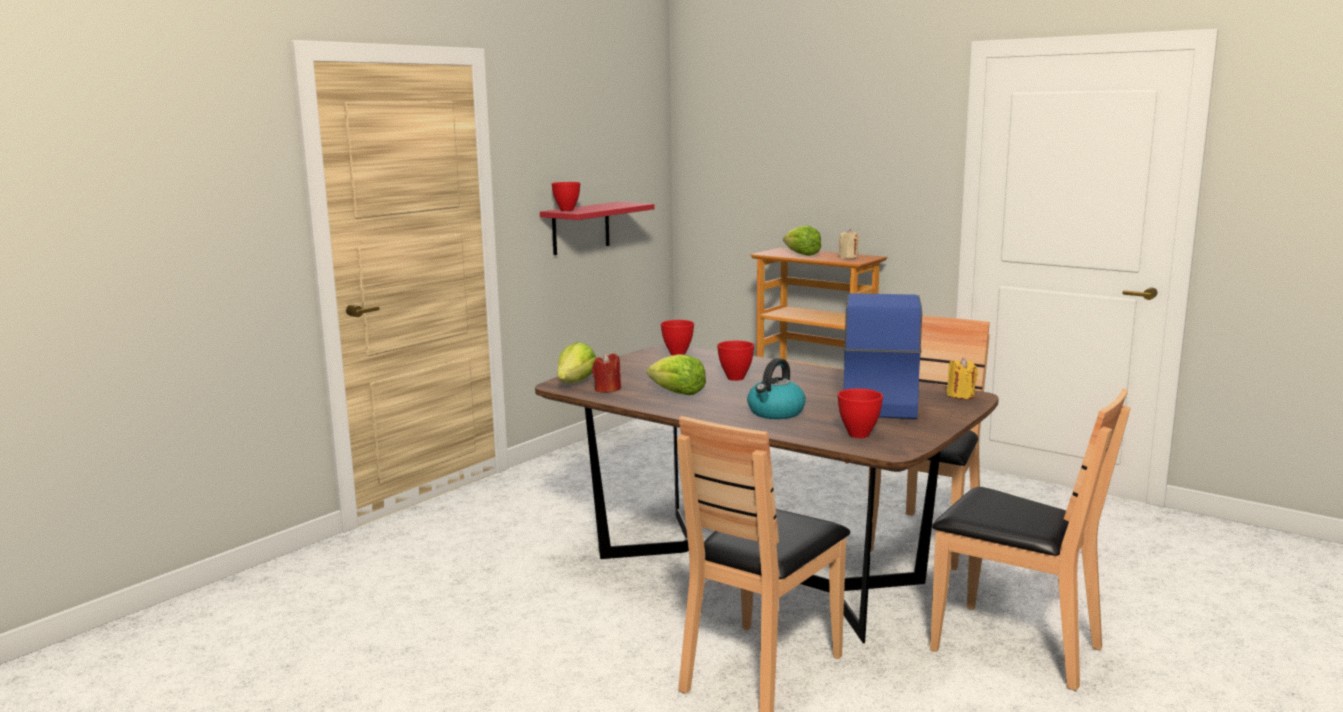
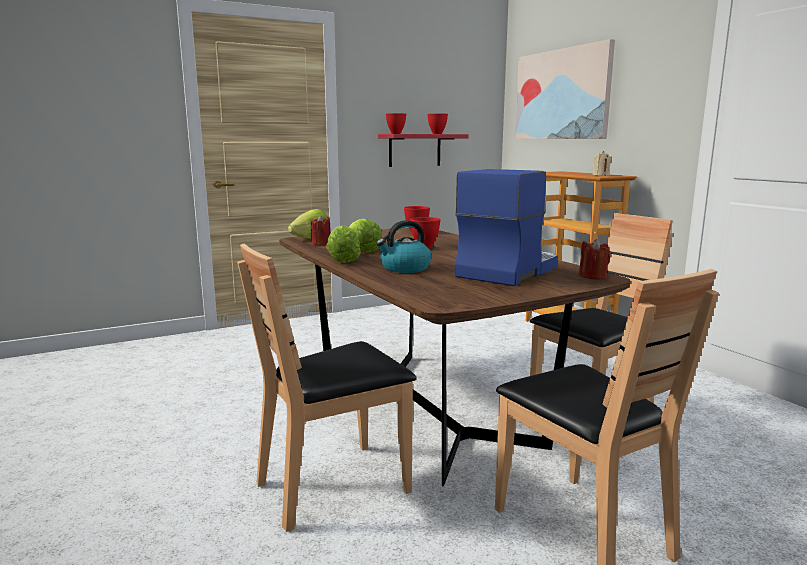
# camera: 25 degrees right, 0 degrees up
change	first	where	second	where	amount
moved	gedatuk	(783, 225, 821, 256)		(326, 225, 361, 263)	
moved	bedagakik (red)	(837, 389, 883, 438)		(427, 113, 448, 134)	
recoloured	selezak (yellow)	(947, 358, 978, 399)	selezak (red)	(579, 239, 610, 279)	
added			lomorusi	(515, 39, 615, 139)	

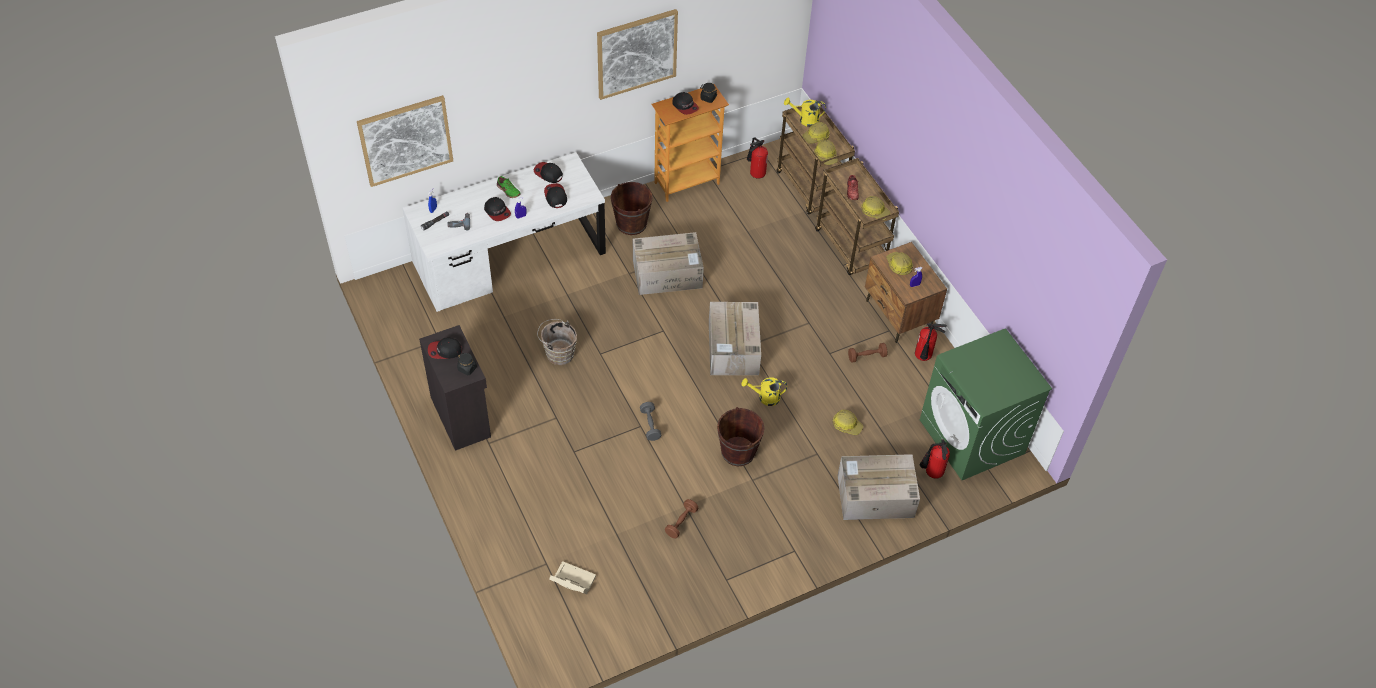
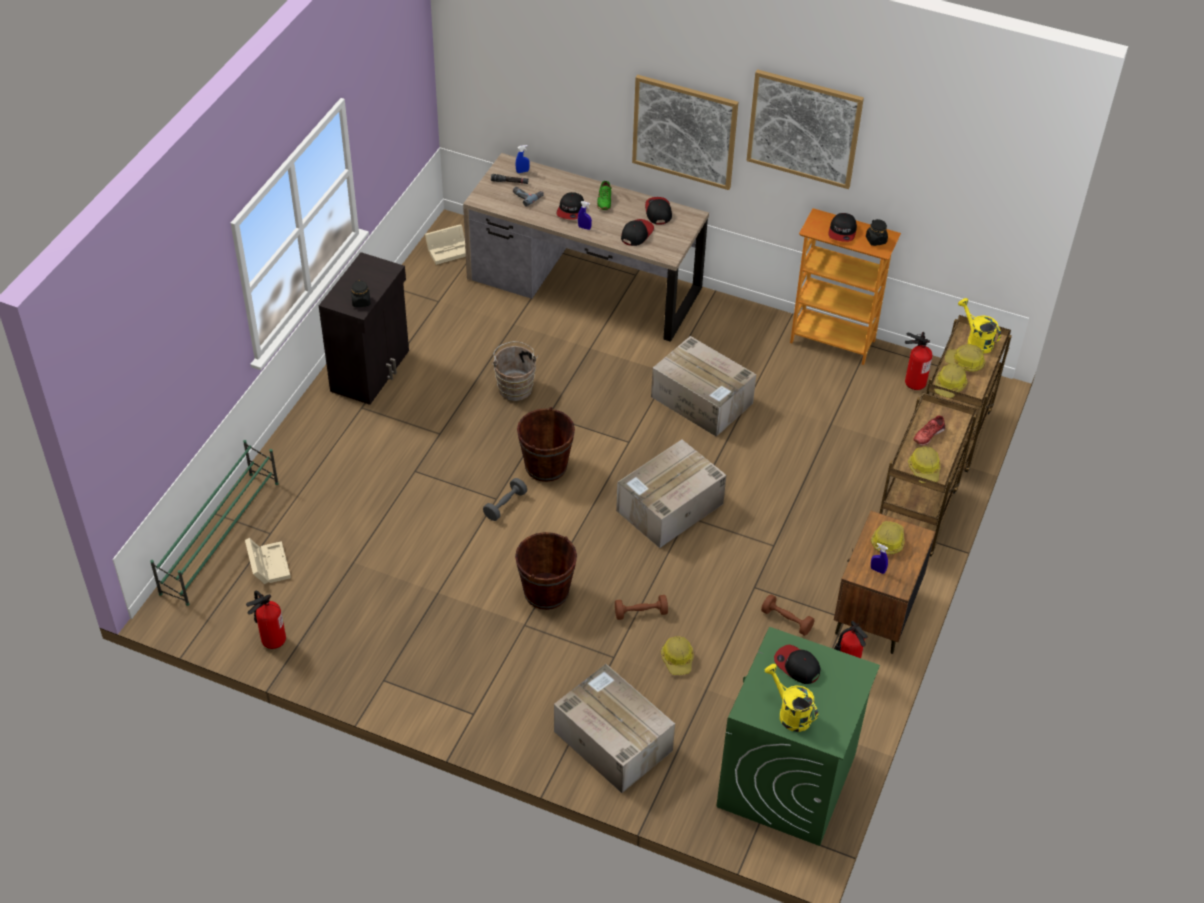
# camera: 50 degrees right, 5 degrees down
change	first	where	second	where	amount
moved	lomorusi	(357, 95, 453, 187)		(632, 75, 738, 190)	
recoloured	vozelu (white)	(402, 152, 606, 312)	vozelu (brown)	(463, 153, 709, 342)	
moved	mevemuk	(428, 337, 462, 359)		(774, 645, 820, 684)	
moved	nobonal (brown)	(611, 182, 653, 235)		(517, 407, 575, 482)	
moved	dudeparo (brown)	(665, 499, 698, 538)		(615, 595, 668, 620)	
moved	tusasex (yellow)	(741, 377, 787, 406)		(764, 664, 818, 732)	
moved	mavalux	(920, 439, 950, 479)		(246, 591, 286, 649)	
added			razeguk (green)	(150, 440, 279, 606)	
added			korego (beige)	(425, 224, 466, 265)	

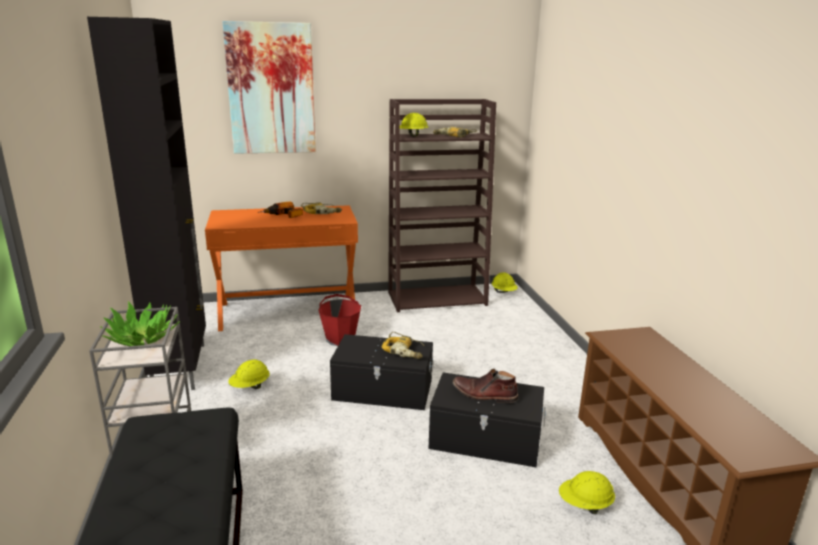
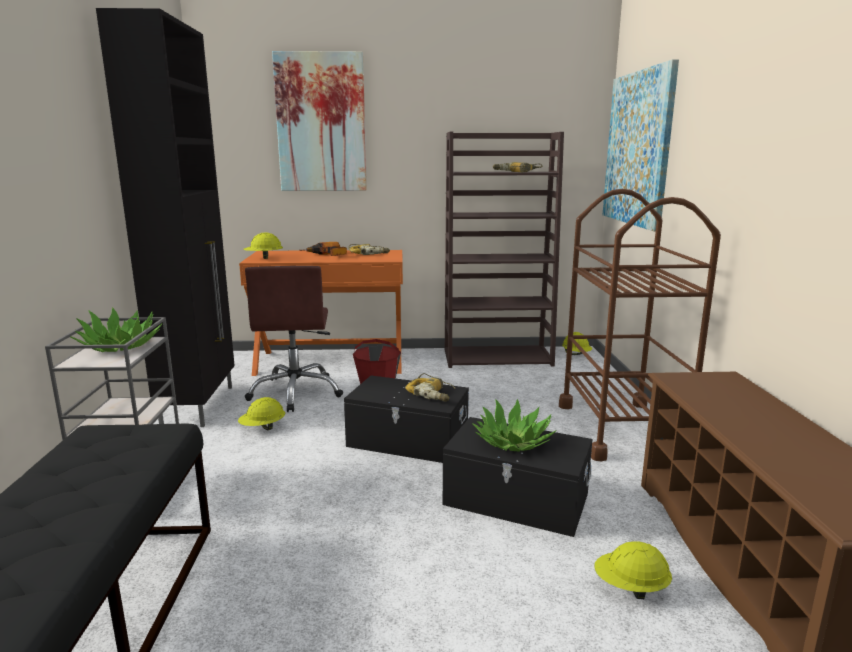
# camera: 10 degrees right, 5 degrees down
change	first	where	second	where	amount
moved	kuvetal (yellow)	(400, 113, 428, 137)		(243, 233, 283, 259)	
replaced	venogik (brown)	(453, 369, 518, 403)	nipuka	(472, 399, 556, 452)	
added			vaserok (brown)	(245, 266, 343, 412)	
added			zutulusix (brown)	(559, 189, 721, 461)	
added			lomorusi	(603, 59, 679, 232)	

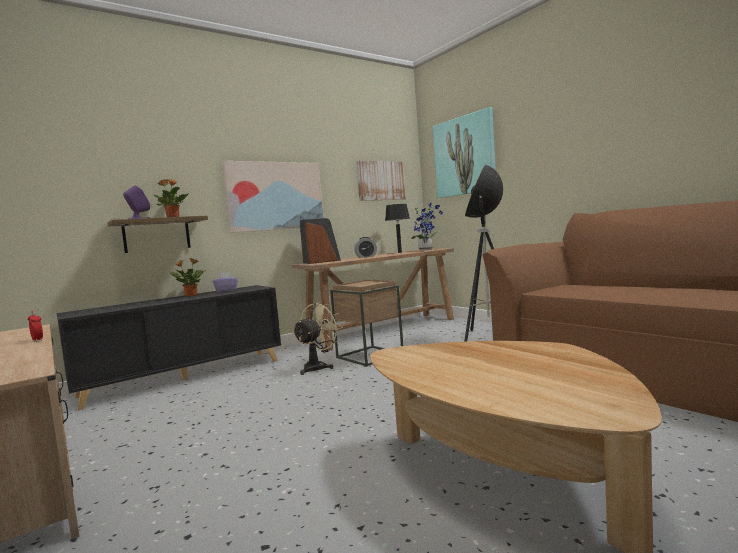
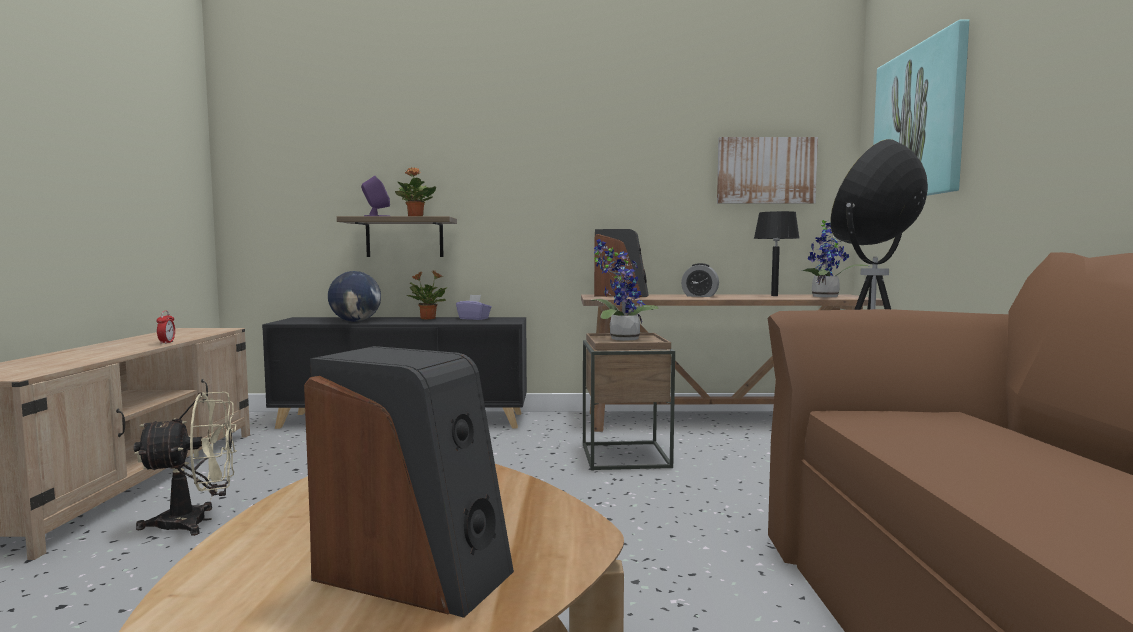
# camera: 35 degrees right, 0 degrees up
change	first	where	second	where	amount
removed	lomorusi	(222, 161, 324, 233)			
moved	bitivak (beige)	(293, 302, 343, 375)		(134, 392, 237, 536)	
added			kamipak	(304, 346, 514, 618)	
added			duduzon	(328, 271, 381, 322)	
added			nipuka	(590, 239, 659, 341)	

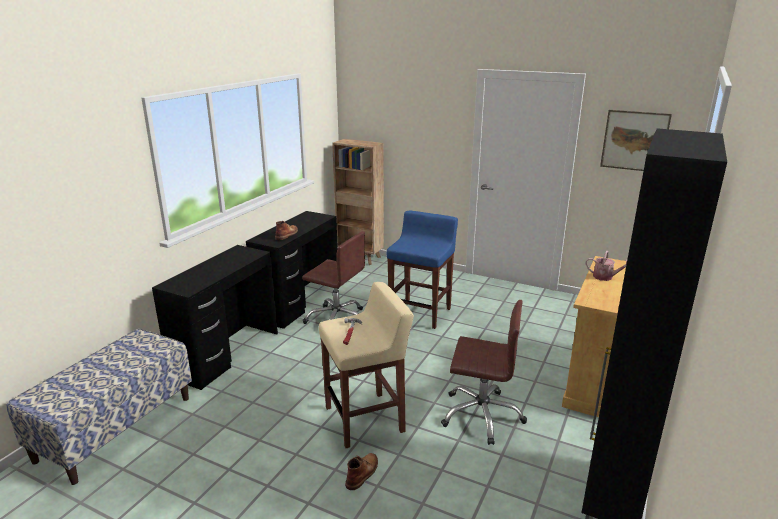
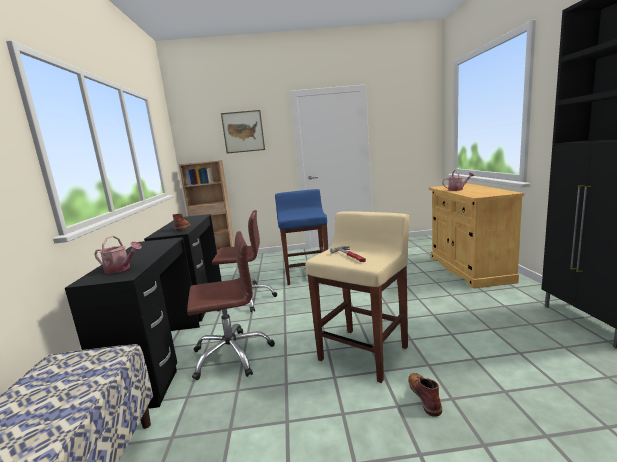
# camera: 30 degrees left, 10 degrees down
change	first	where	second	where	amount
moved	vaserok (brown)	(441, 300, 527, 445)		(187, 231, 275, 380)	
moved	lomorusi	(600, 110, 672, 171)		(221, 110, 265, 154)	
added			tusasex	(94, 236, 141, 274)	

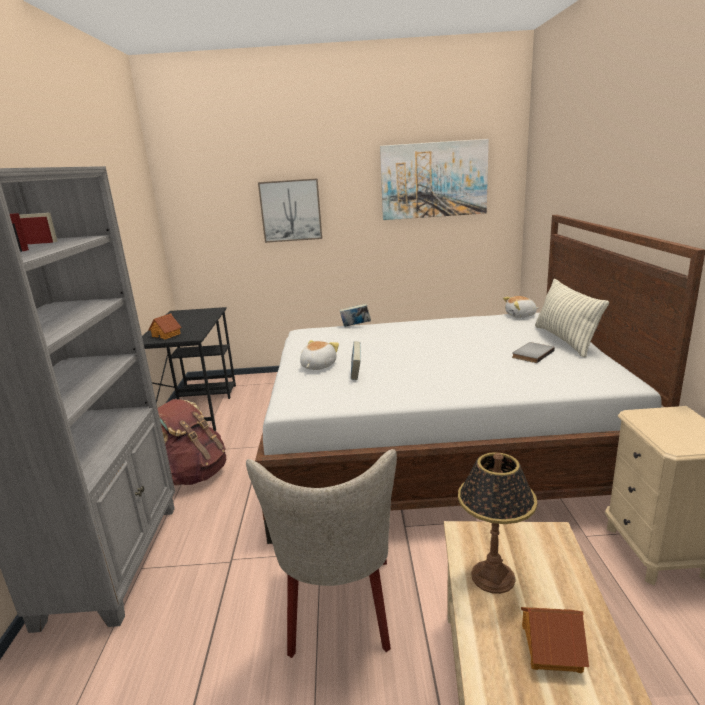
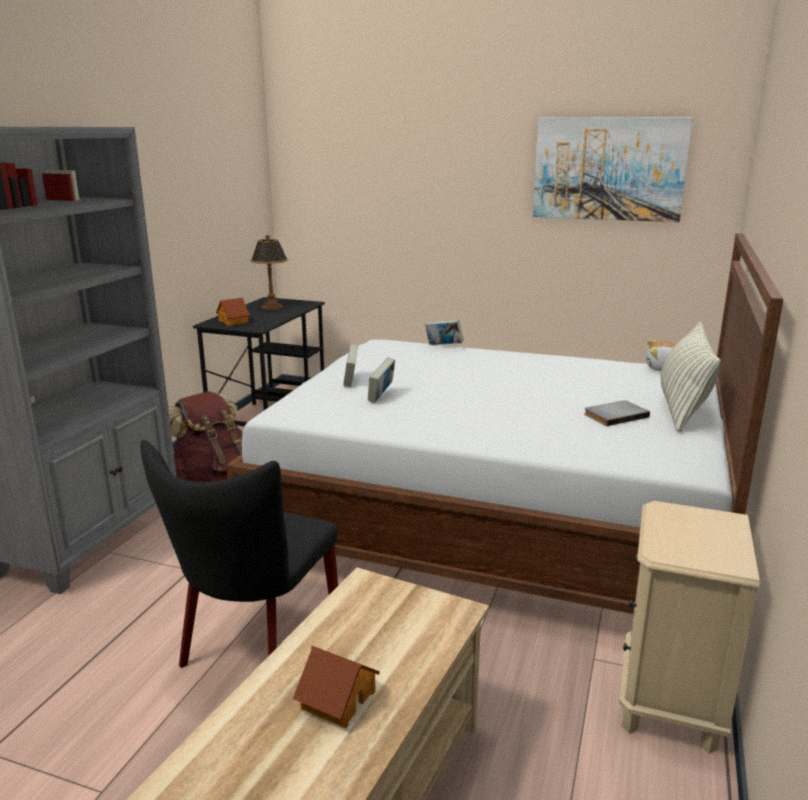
# camera: 20 degrees right, 0 degrees up
change	first	where	second	where	amount
recoloured	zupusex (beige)	(246, 449, 397, 658)	zupusex (black)	(140, 440, 338, 668)	
removed	lomorusi	(258, 178, 322, 243)			
replaced	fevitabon	(300, 340, 339, 370)	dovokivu	(343, 344, 358, 387)	
moved	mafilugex	(458, 452, 537, 594)		(251, 235, 288, 310)	

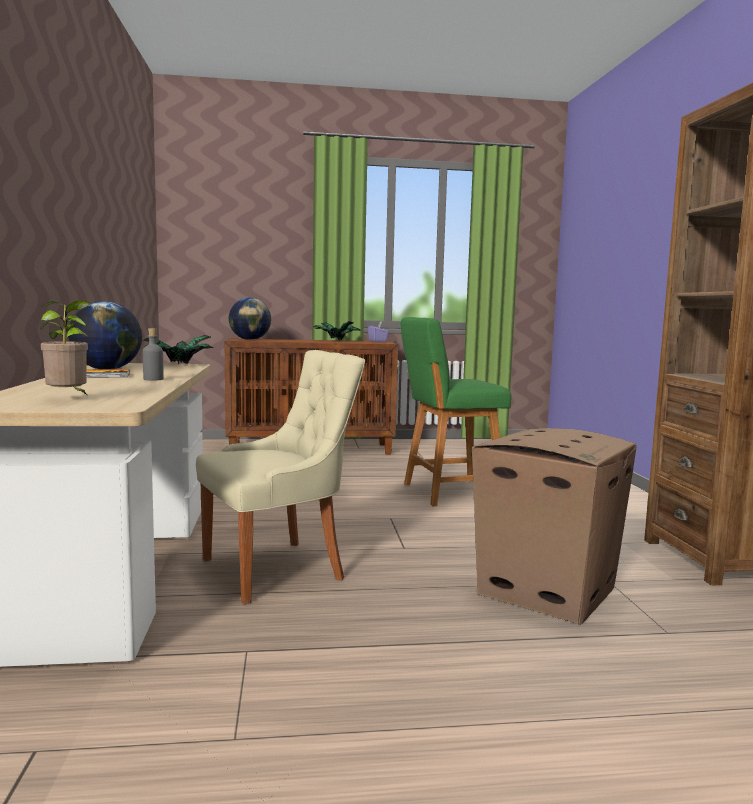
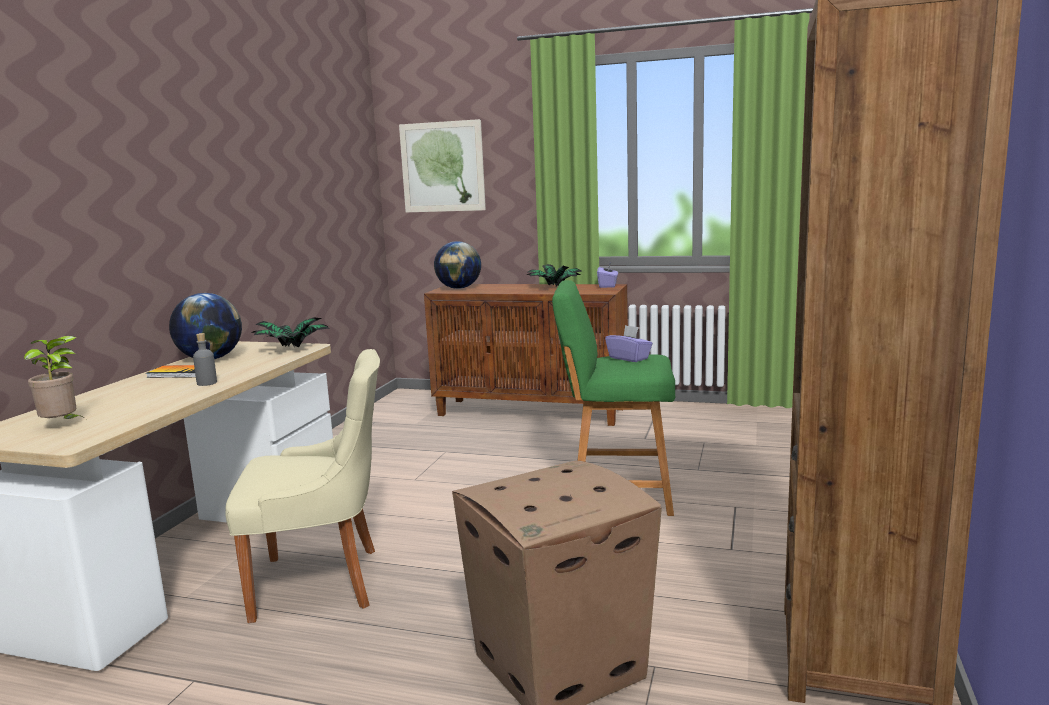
# camera: 25 degrees right, 5 degrees up
change	first	where	second	where	amount
added			lomorusi	(399, 119, 486, 212)	
added			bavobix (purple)	(605, 325, 653, 362)	

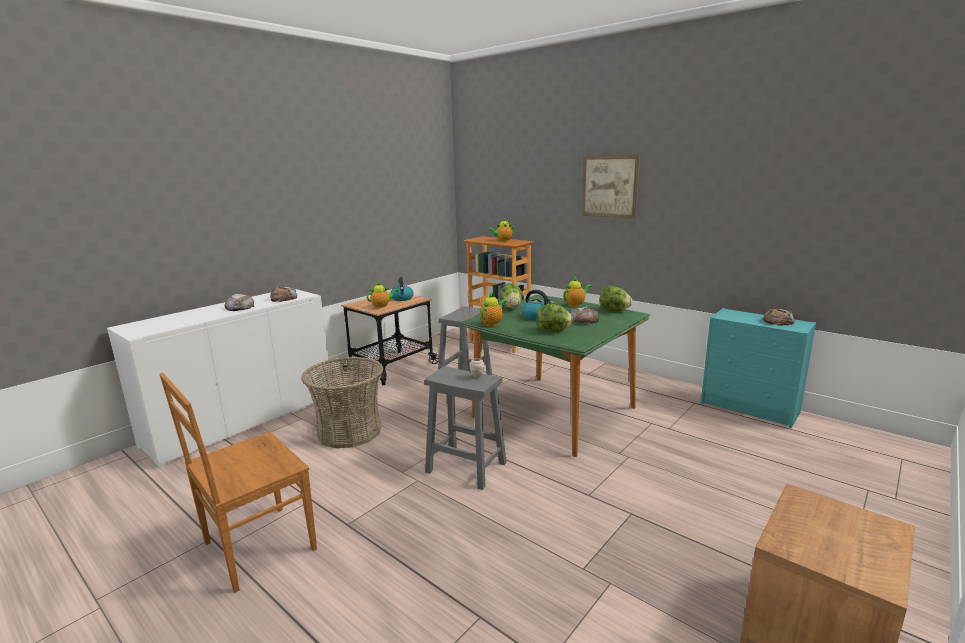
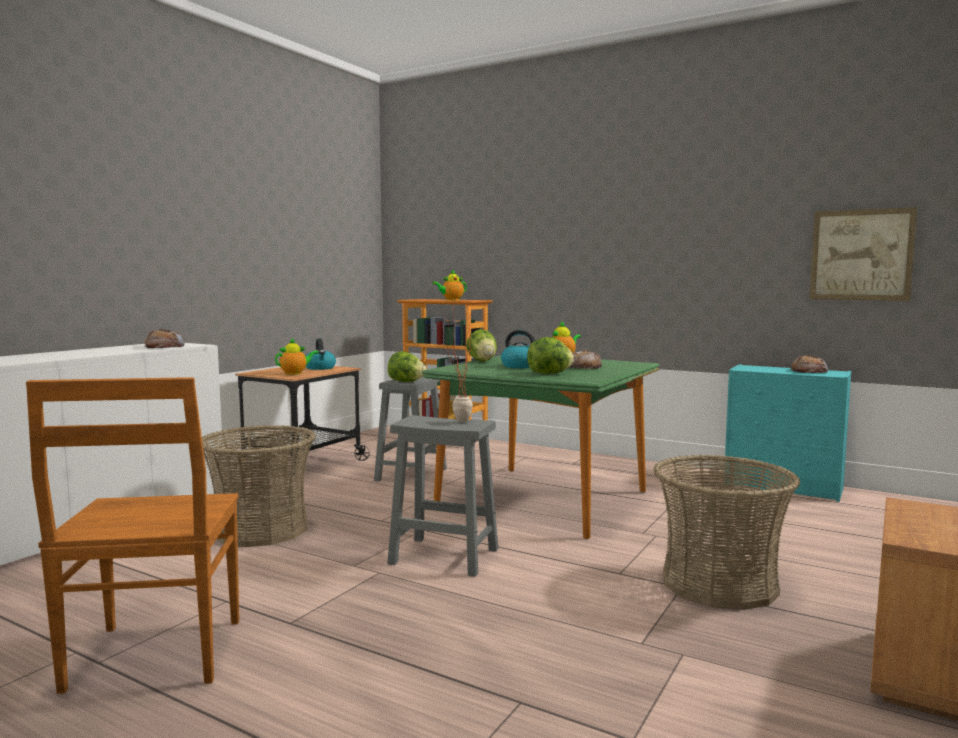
# camera: 10 degrees left, 10 degrees down
change	first	where	second	where	amount
turned	zupusex (brown)	(159, 373, 317, 593)		(26, 377, 239, 694)	45 degrees counterclockwise
removed	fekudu	(224, 294, 254, 311)			
removed	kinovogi	(480, 292, 506, 326)			
moved	lomorusi	(581, 155, 640, 219)		(810, 207, 917, 301)	
moved	gedatuk	(600, 286, 632, 311)		(388, 351, 426, 382)	
added			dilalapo	(653, 455, 800, 610)	

